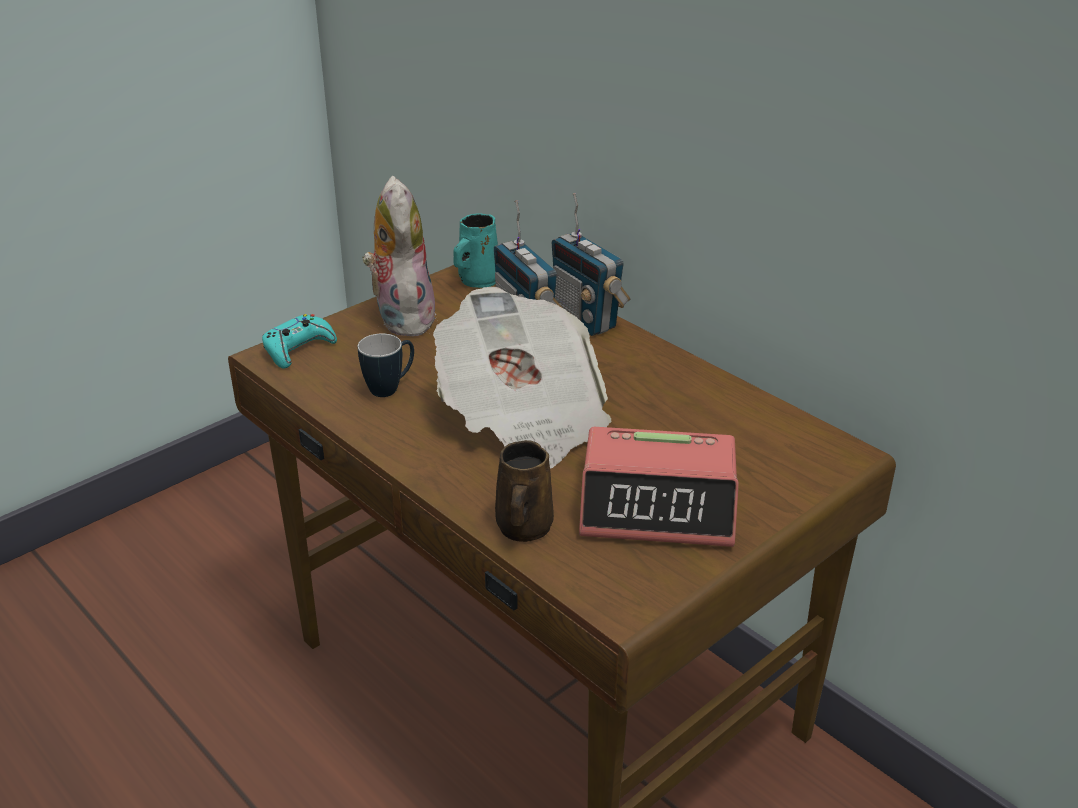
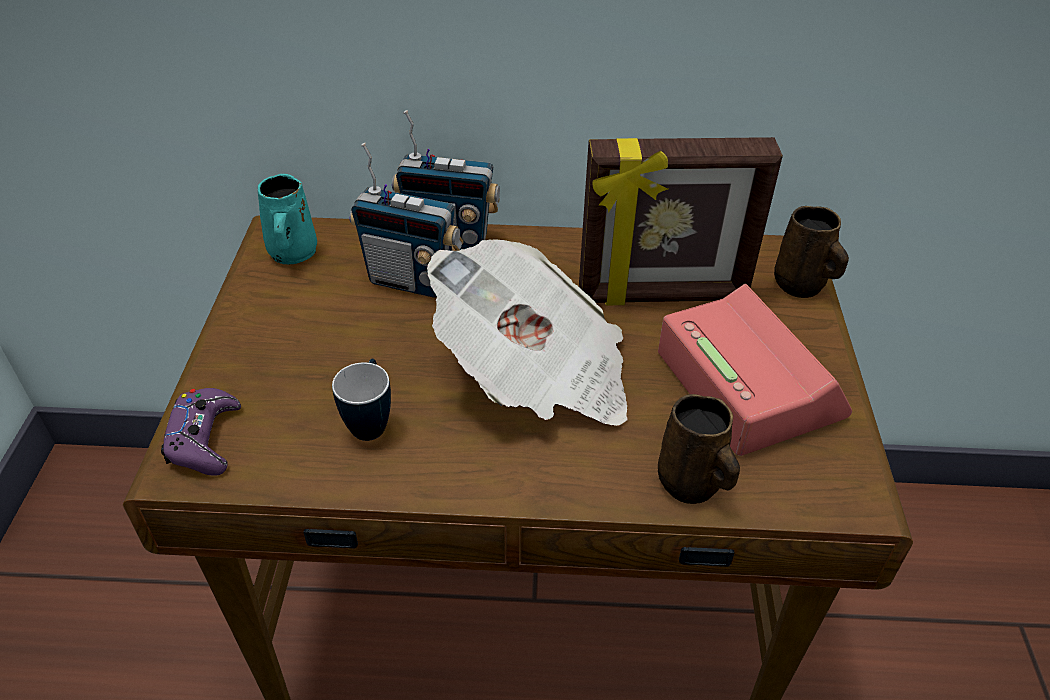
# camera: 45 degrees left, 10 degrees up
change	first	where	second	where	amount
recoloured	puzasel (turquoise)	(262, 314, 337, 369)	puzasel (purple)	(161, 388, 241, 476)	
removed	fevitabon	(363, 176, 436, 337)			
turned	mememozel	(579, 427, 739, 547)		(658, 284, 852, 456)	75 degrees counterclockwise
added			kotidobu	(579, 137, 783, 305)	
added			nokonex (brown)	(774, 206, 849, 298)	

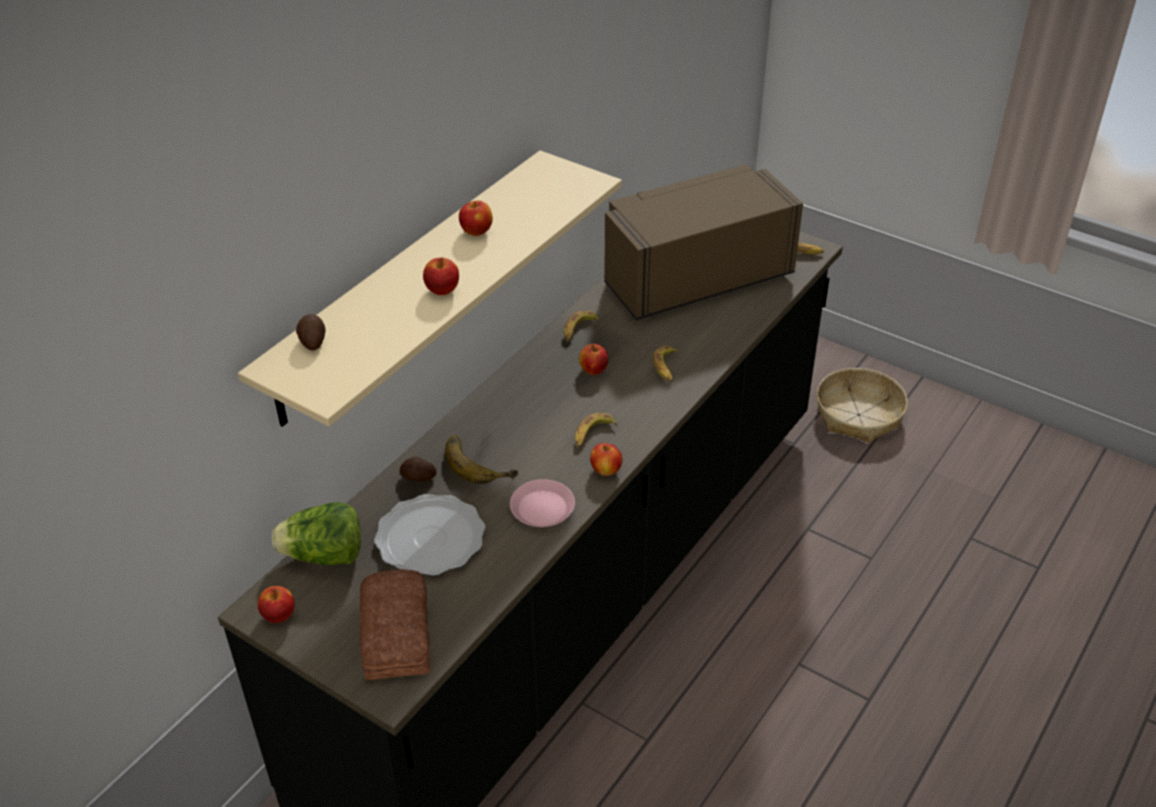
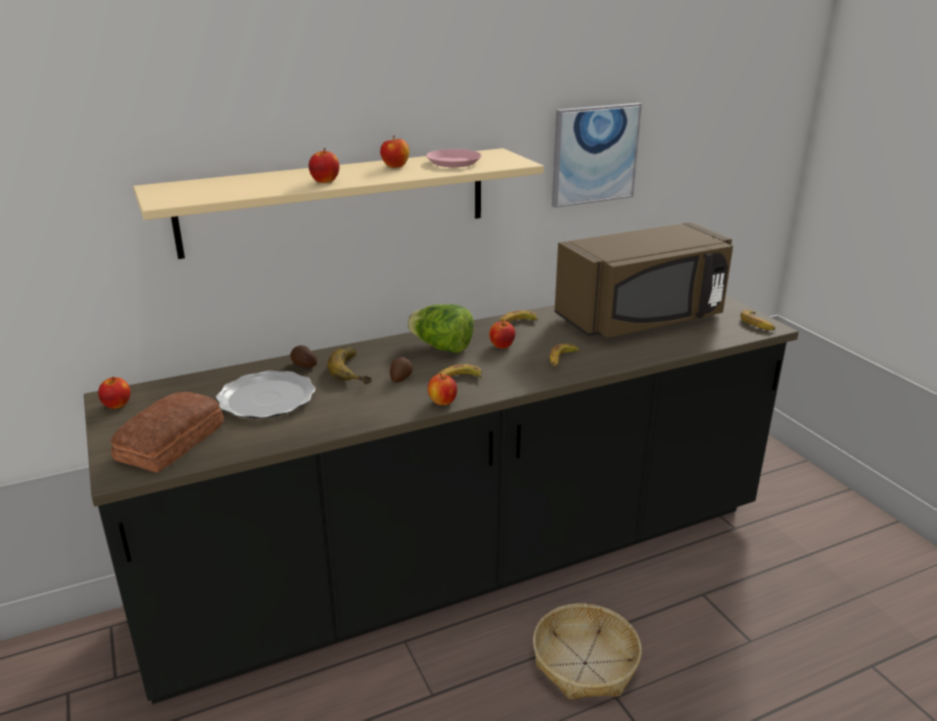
# camera: 30 degrees right, 15 degrees down
change	first	where	second	where	amount
moved	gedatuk	(271, 502, 361, 565)		(407, 304, 474, 353)	
moved	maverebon	(296, 314, 326, 350)		(390, 357, 413, 382)	
moved	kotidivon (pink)	(510, 480, 575, 527)		(426, 149, 482, 167)	
turned	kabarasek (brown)	(604, 164, 803, 320)		(555, 222, 733, 338)	150 degrees clockwise
moved	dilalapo	(816, 368, 908, 443)		(533, 604, 642, 700)	
added			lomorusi	(552, 103, 642, 208)	

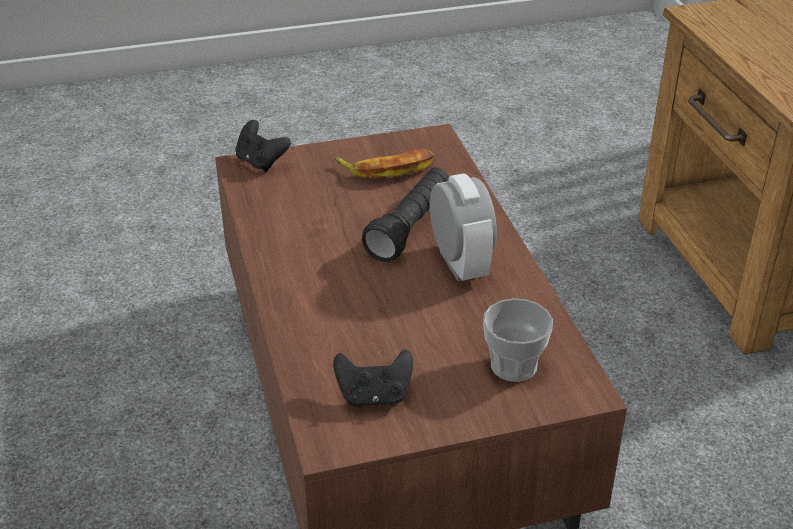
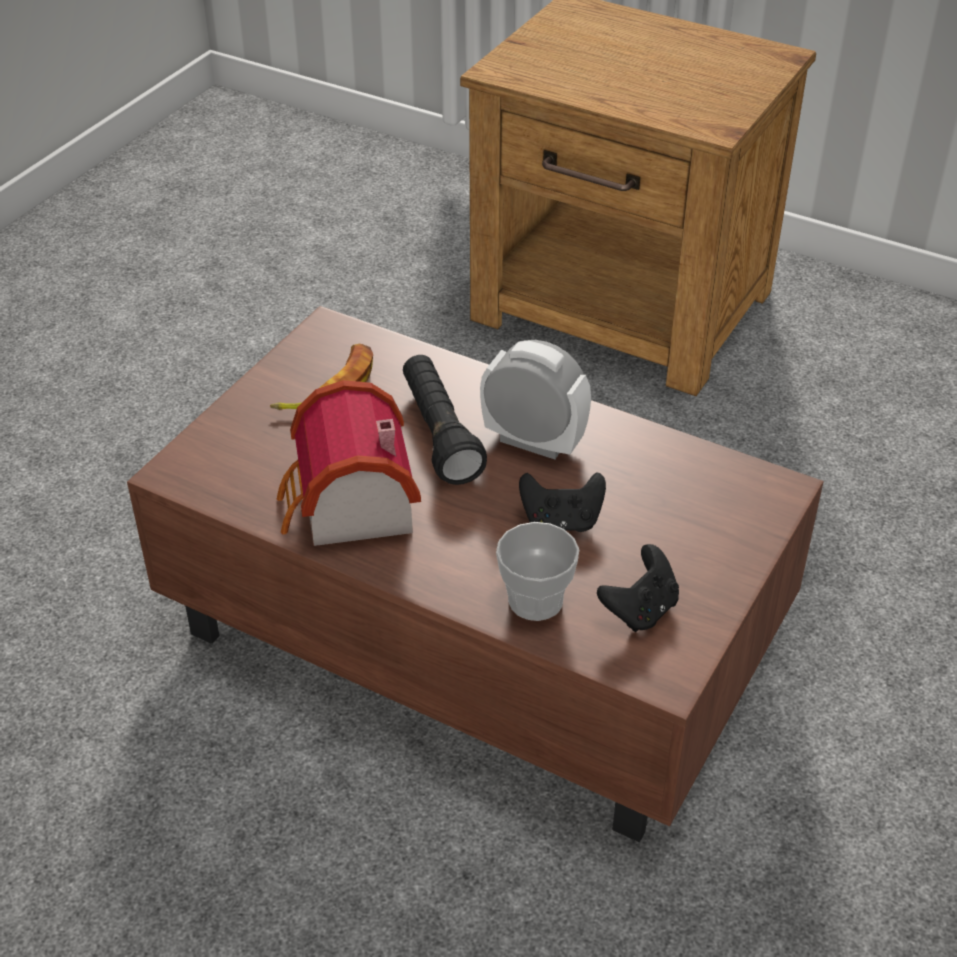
# camera: 45 degrees left, 5 degrees up
change	first	where	second	where	amount
moved	puzasel (black)	(235, 120, 291, 172)		(519, 472, 606, 532)	
moved	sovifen	(483, 298, 553, 382)		(496, 522, 579, 621)	
added			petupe	(277, 380, 421, 546)	

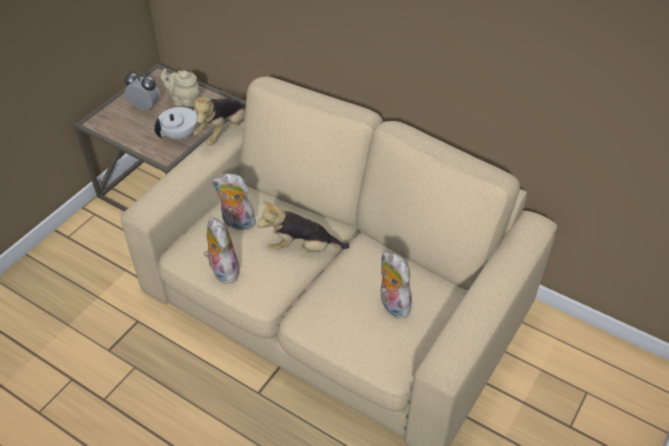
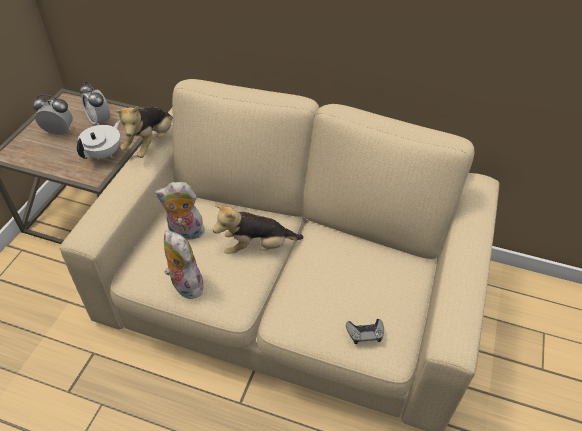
# camera: 15 degrees left, 0 degrees up
change	first	where	second	where	amount
replaced	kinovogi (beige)	(160, 69, 200, 109)	mememozel	(79, 82, 110, 125)	
removed	fevitabon	(380, 251, 412, 318)			
added			puzasel (grey)	(346, 319, 384, 344)	

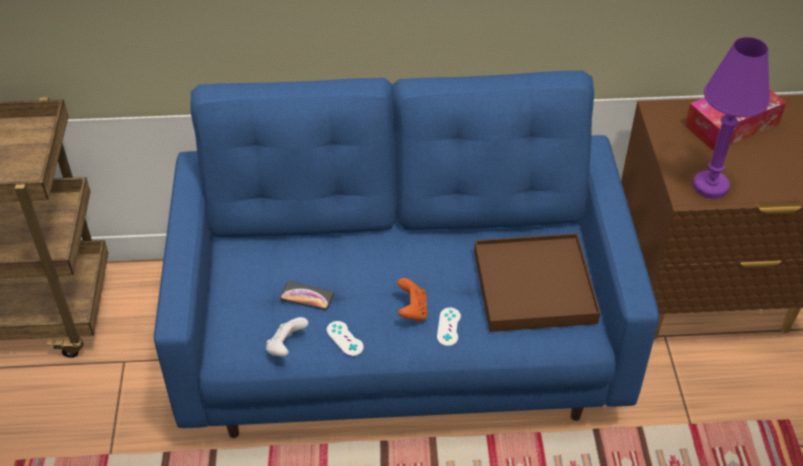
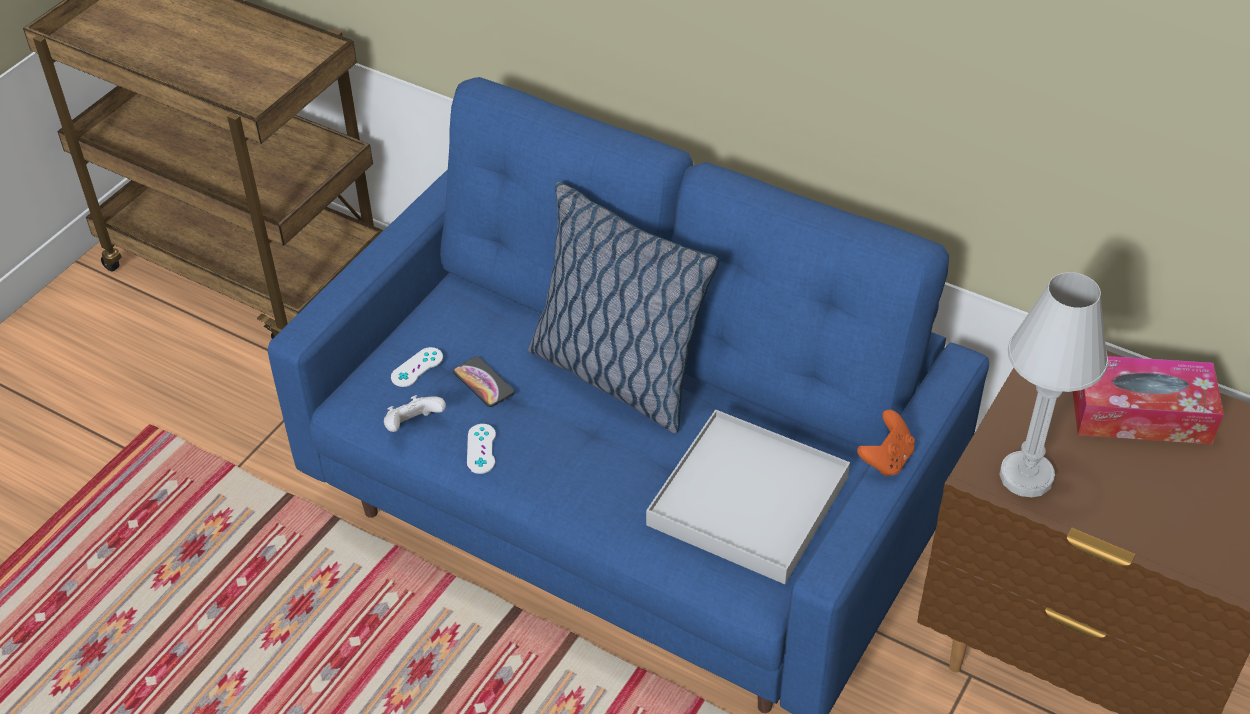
# camera: 35 degrees right, 0 degrees up
change	first	where	second	where	amount
moved	puzasel (orange)	(397, 278, 428, 322)		(857, 410, 915, 477)	
moved	puzasel (white)	(437, 308, 461, 346)		(391, 347, 443, 387)	
recoloured	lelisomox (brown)	(474, 233, 600, 332)	lelisomox (white)	(646, 410, 850, 584)	
recoloured	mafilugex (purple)	(693, 37, 770, 199)	mafilugex (white)	(999, 272, 1108, 497)	
added			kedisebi	(528, 182, 719, 433)	

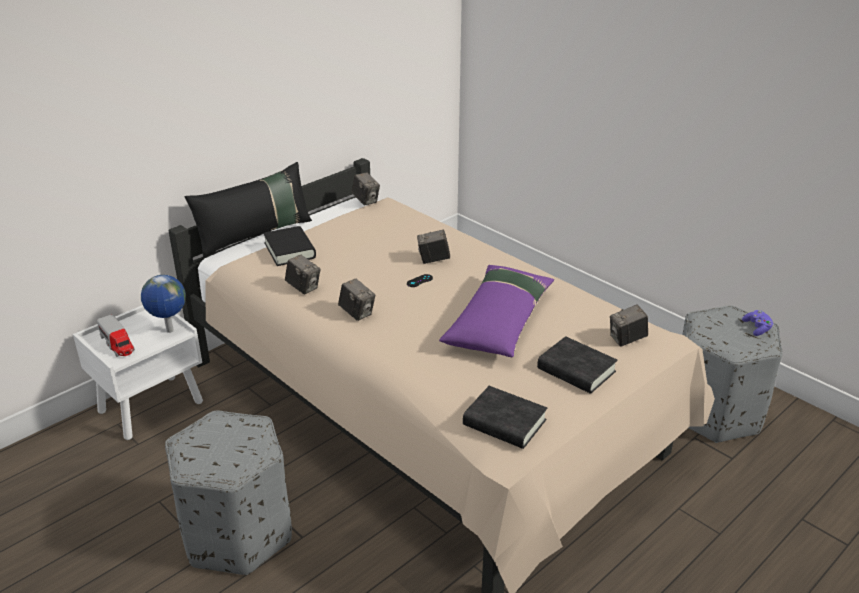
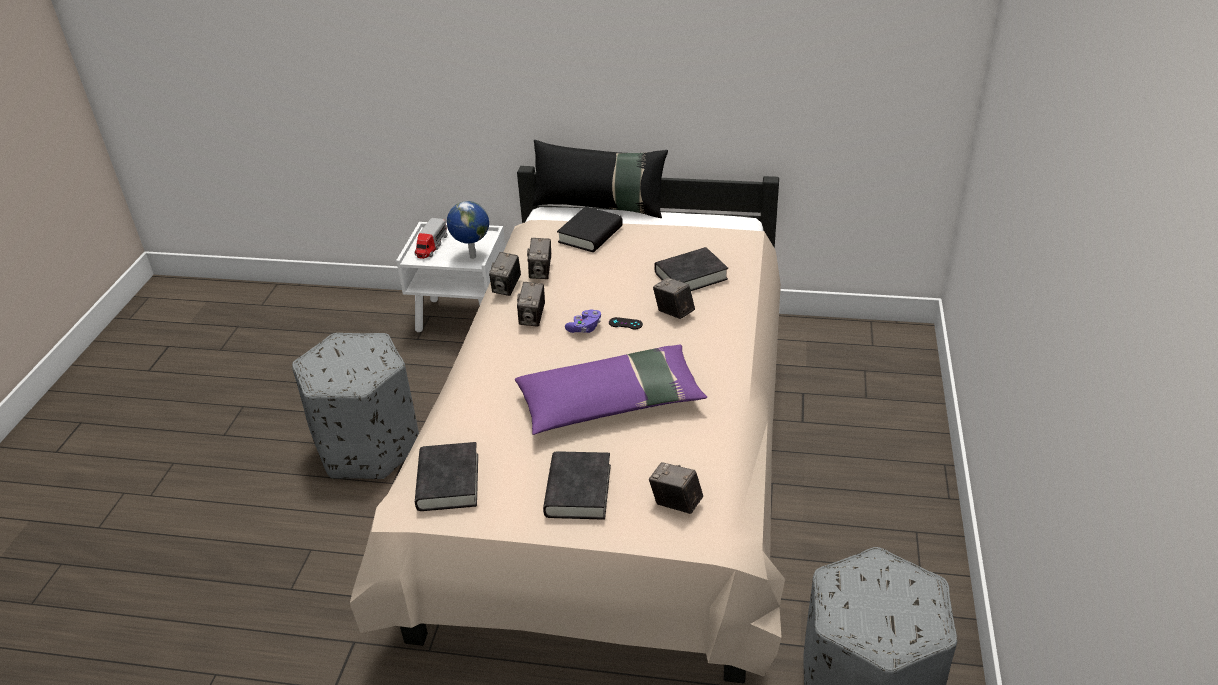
# camera: 55 degrees right, 5 degrees up
change	first	where	second	where	amount
moved	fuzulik	(352, 172, 380, 205)		(489, 252, 521, 296)	
moved	puzasel (purple)	(742, 310, 773, 336)		(565, 309, 601, 333)	
added			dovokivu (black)	(654, 247, 728, 291)	

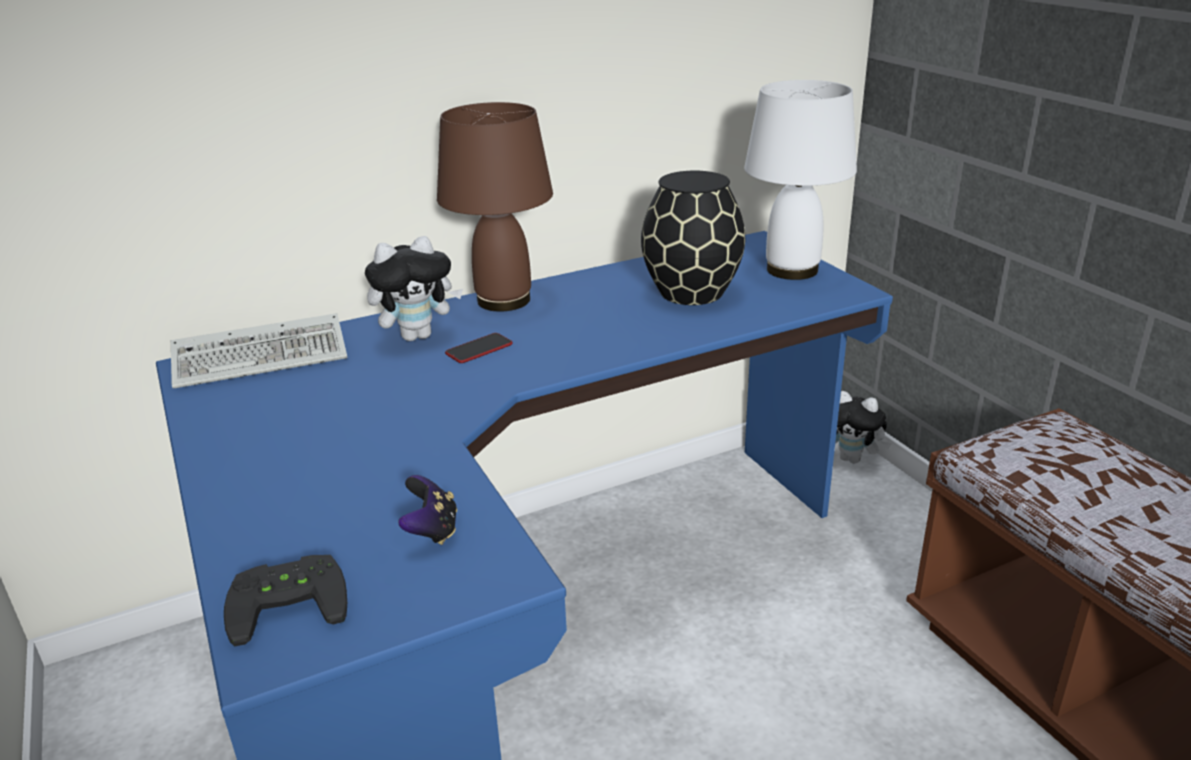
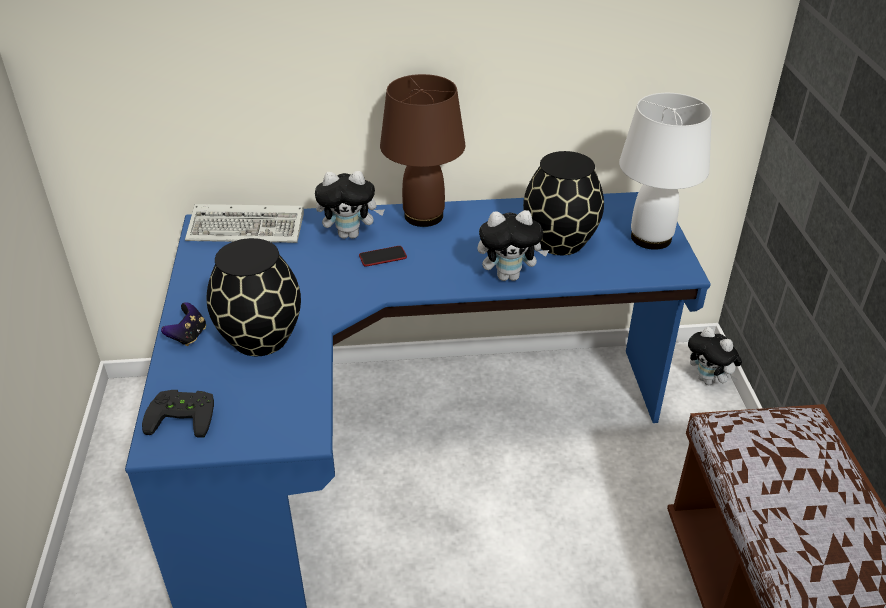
# camera: 20 degrees right, 10 degrees up
change	first	where	second	where	amount
moved	puzasel	(398, 475, 457, 545)		(161, 302, 206, 346)	
added			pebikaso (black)	(207, 238, 301, 356)	
added			fevitabon	(478, 210, 549, 281)	

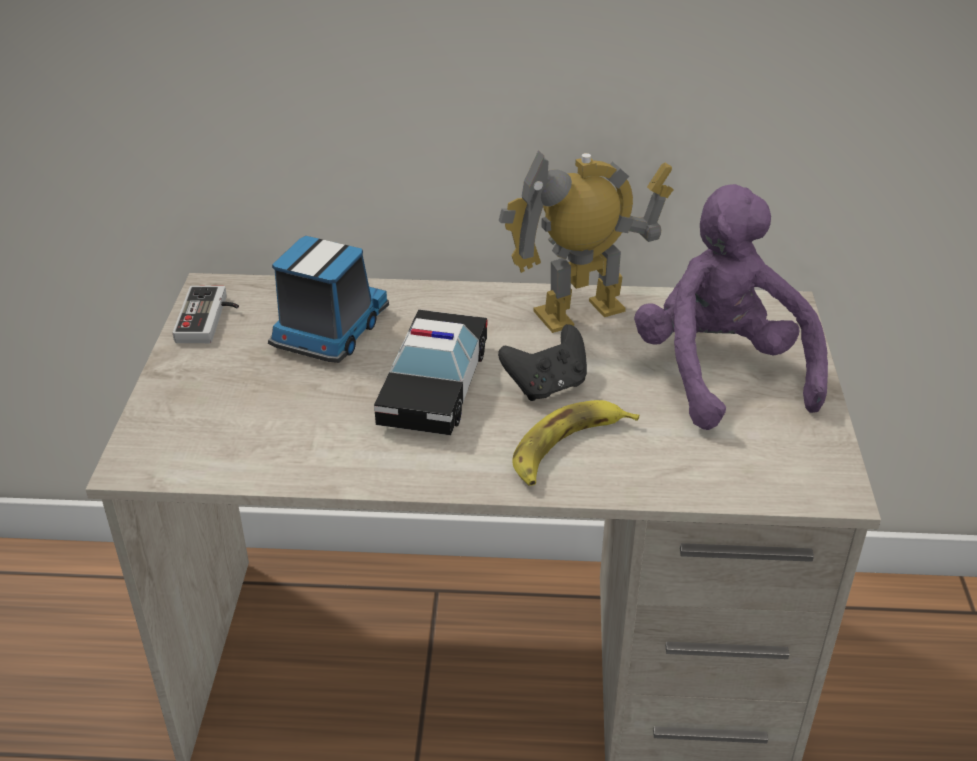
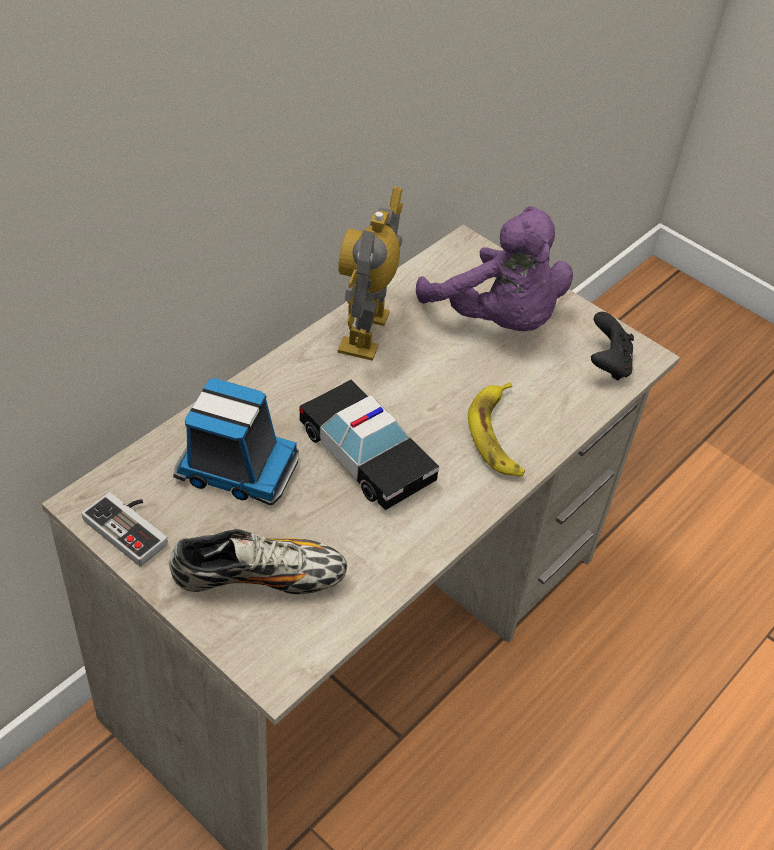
# camera: 55 degrees left, 10 degrees up
change	first	where	second	where	amount
turned	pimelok	(268, 236, 389, 363)		(173, 378, 299, 505)	135 degrees clockwise
moved	puzasel (black)	(498, 324, 587, 401)		(591, 312, 634, 381)	
turned	fevitabon (purple)	(634, 184, 828, 430)		(416, 206, 573, 331)	150 degrees counterclockwise
added			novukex	(169, 529, 347, 594)	

